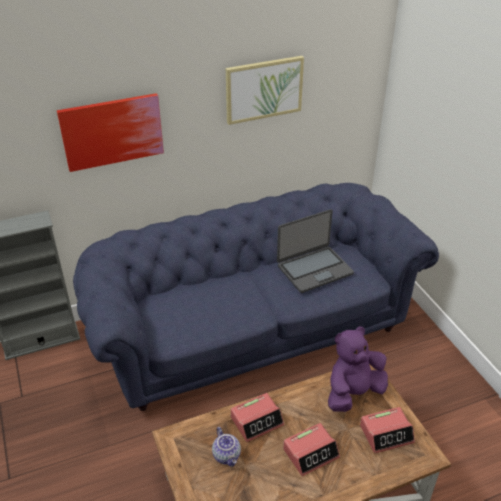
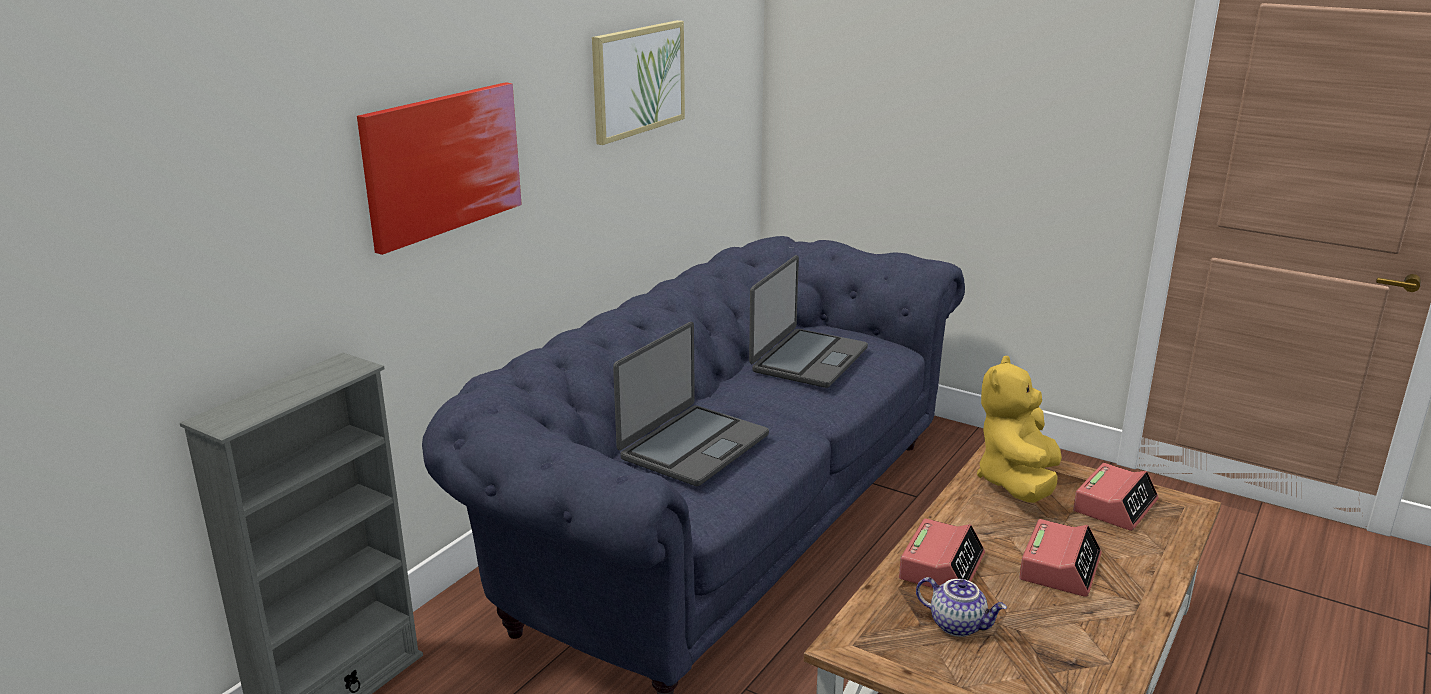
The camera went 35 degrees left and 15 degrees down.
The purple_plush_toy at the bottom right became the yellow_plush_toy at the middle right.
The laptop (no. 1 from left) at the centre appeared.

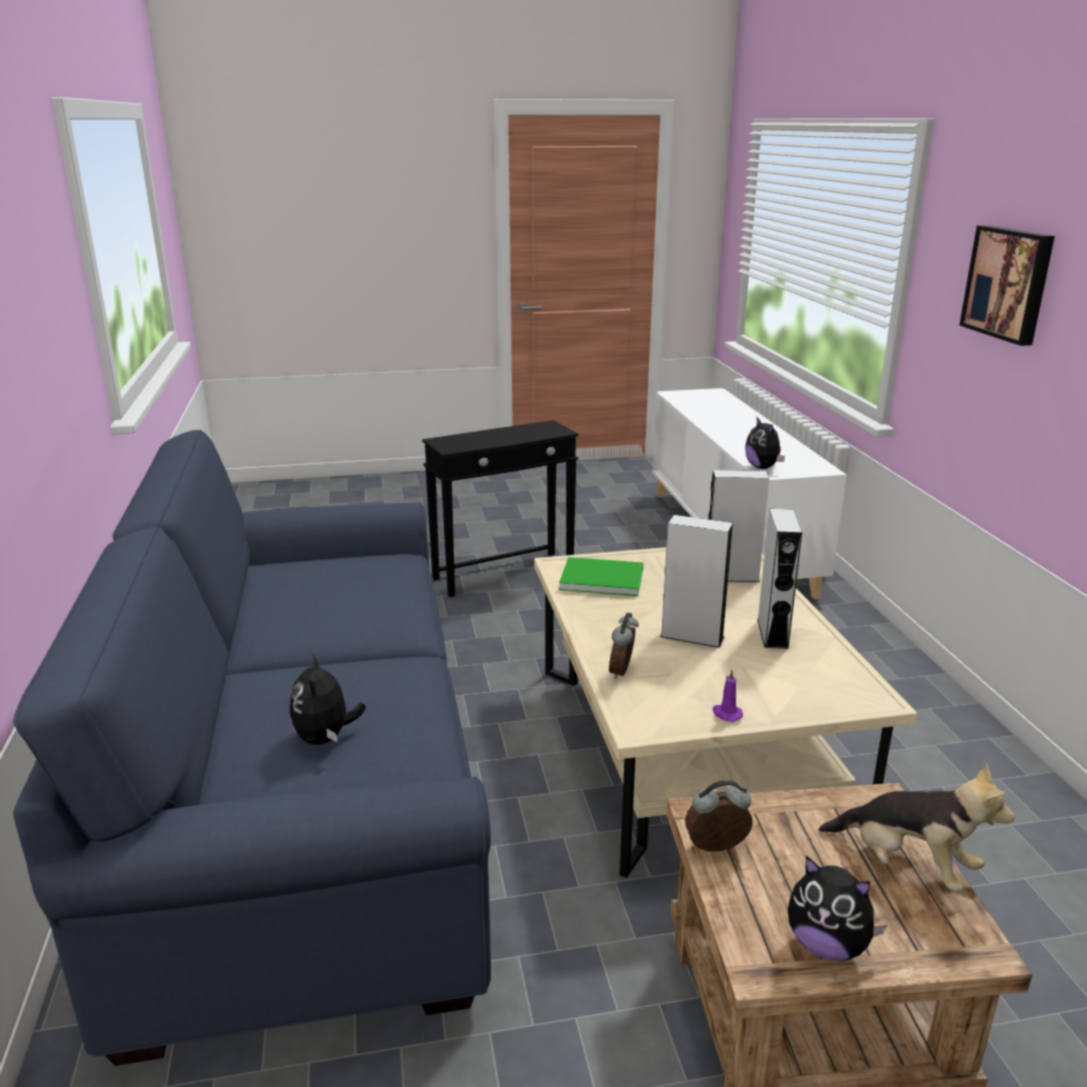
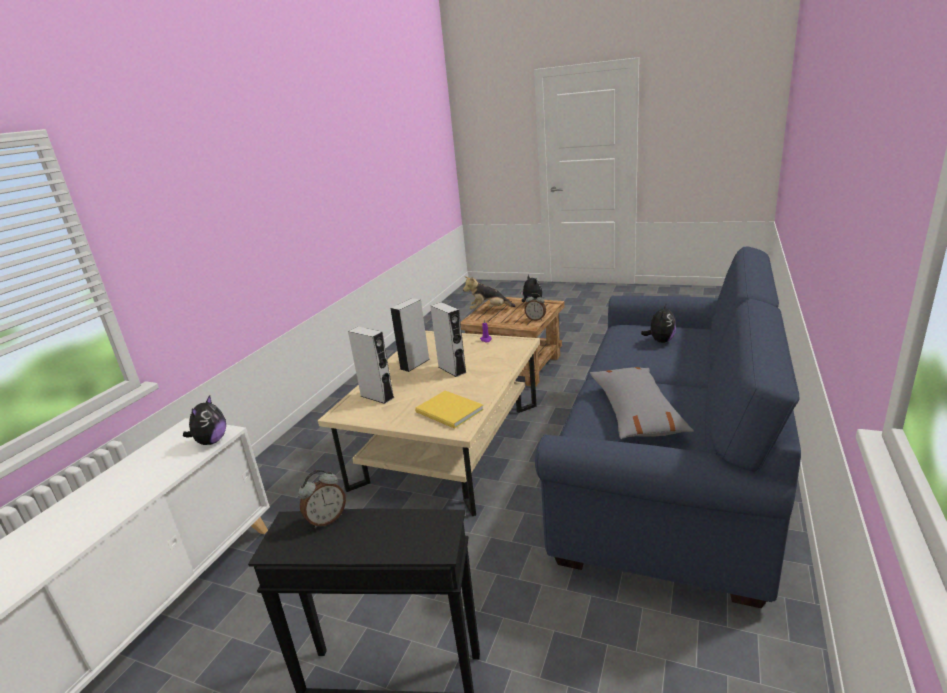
The camera went 145 degrees left and 0 degrees up.
The picture at the top right disappeared.
The green_book at the centre became the yellow_book at the centre.
The alarm_clock (no. 1 from left) moved from the centre to the bottom centre.
The plush_toy (no. 4 from left in the first image) at the bottom right turned 75 degrees counterclockwise.
The grey_pillow at the middle right appeared.

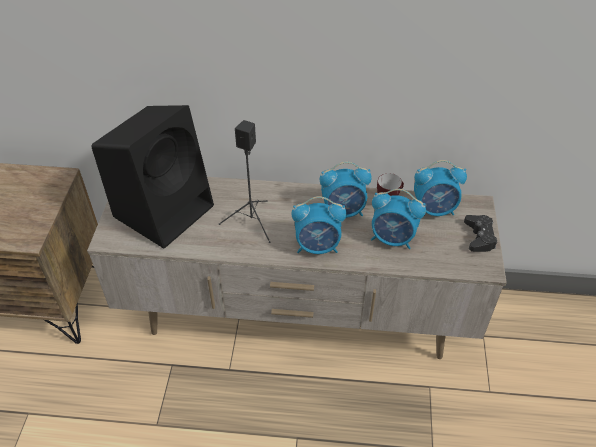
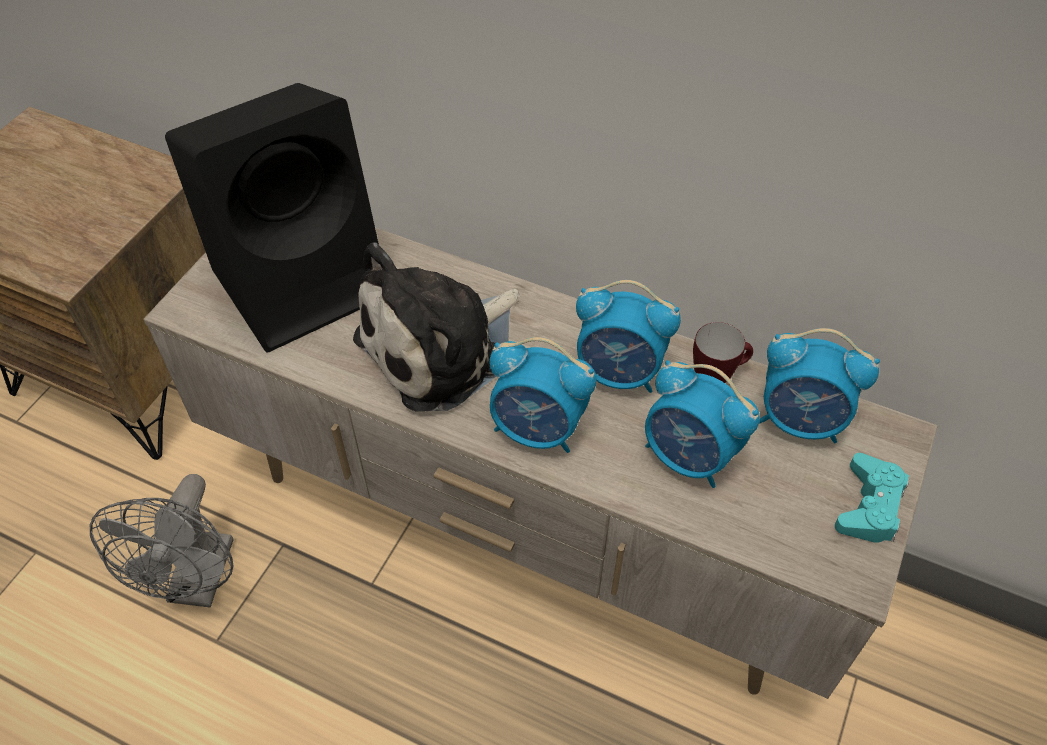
The camera went 20 degrees right and 5 degrees up.
The black_speaker (no. 2 from left) at the centre was replaced by the plush_toy at the centre.
The black_game_controller at the middle right became the turquoise_game_controller at the bottom right.
The grey_fan at the bottom left appeared.

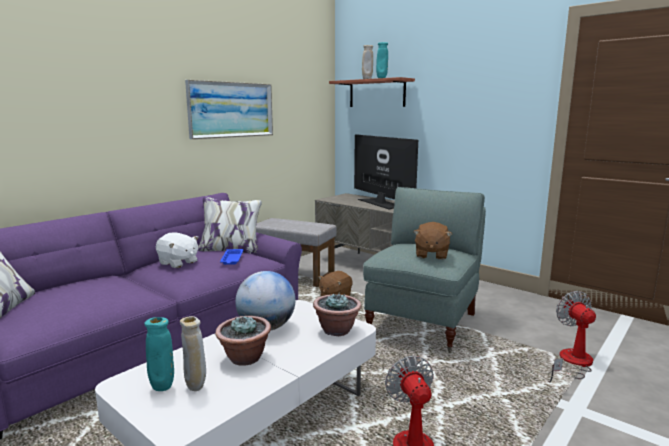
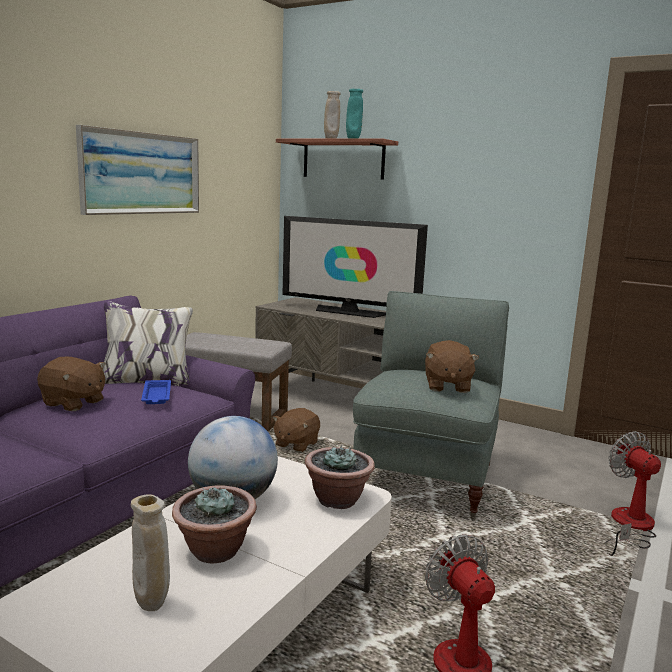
The camera went 10 degrees left and 0 degrees up.
The television at the centre turned 150 degrees clockwise.
The white_plush_toy at the middle left became the brown_plush_toy (no. 1 from left) at the middle left.
The turquoise_vase (no. 1 from left) at the bottom left disappeared.

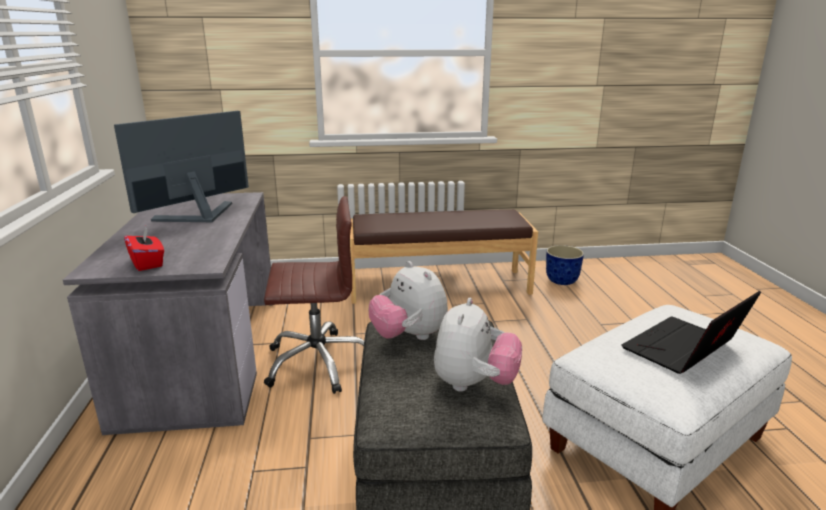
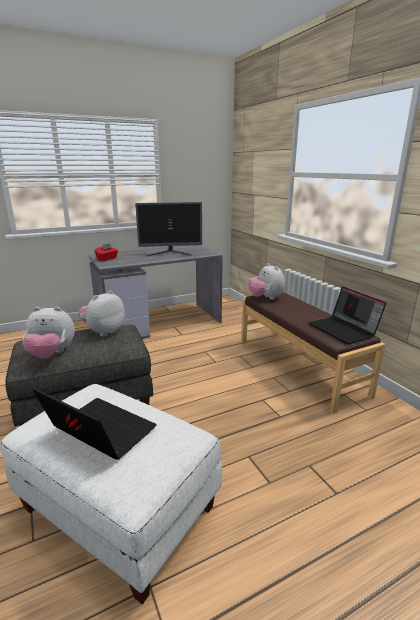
The camera went 70 degrees right and 0 degrees up.
The monitor at the top left turned 150 degrees clockwise.
The brown_office_chair at the centre disappeared.
The planter at the middle right disappeared.
The plush_toy (no. 3 from left) at the centre appeared.
The laptop (no. 2 from left) at the middle right appeared.

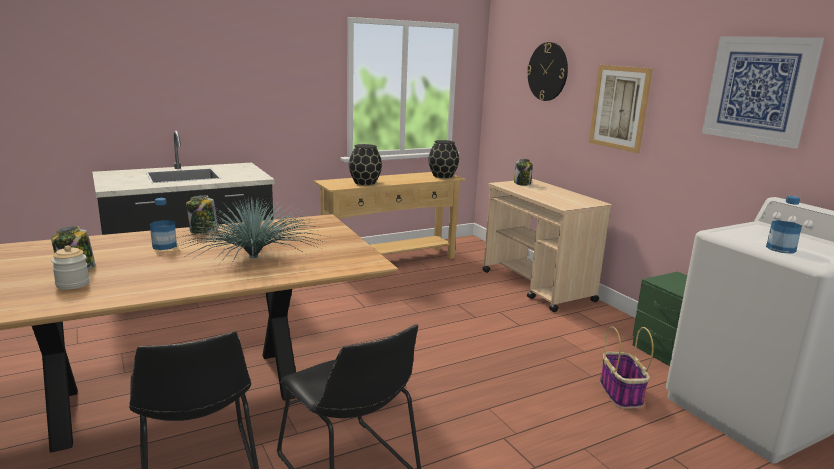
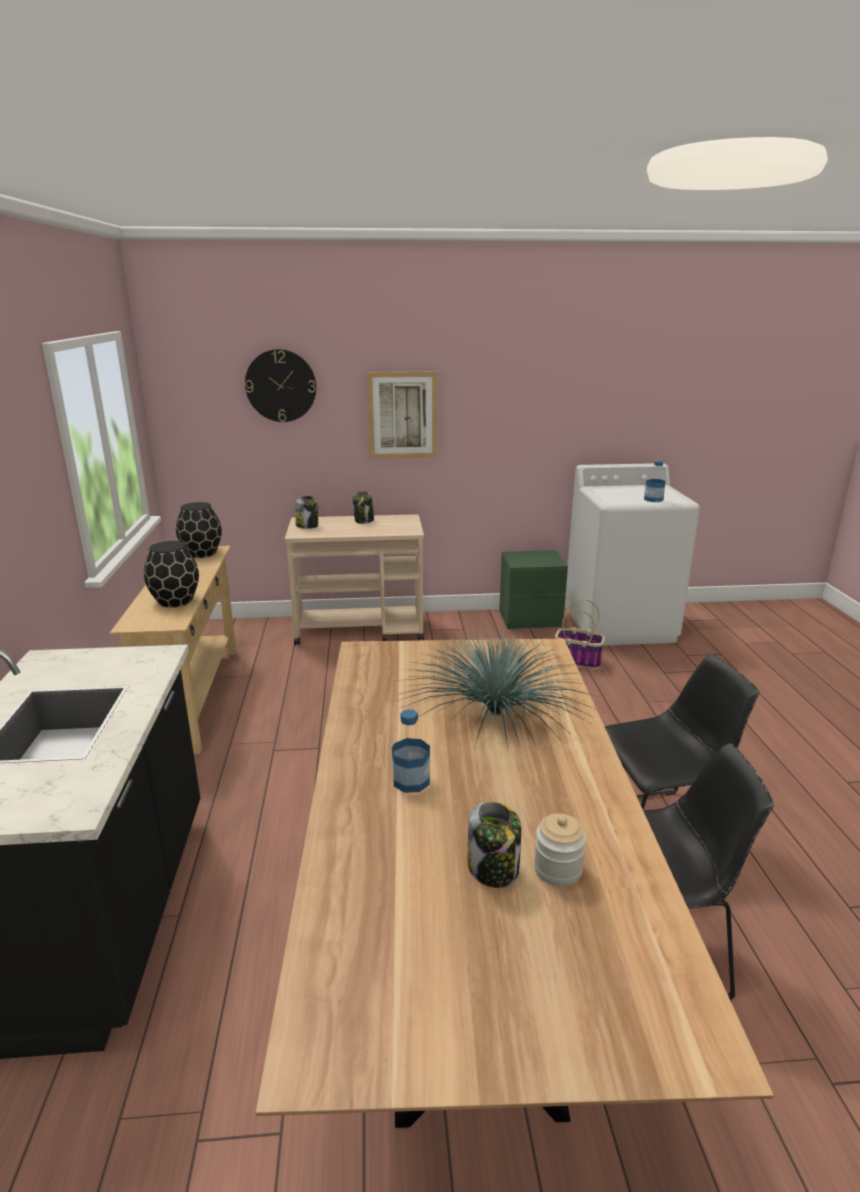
The camera went 65 degrees left and 5 degrees up.
The picture (no. 2 from left) at the top right disappeared.
The jar (no. 3 from left in the first image) moved from the middle left to the centre.

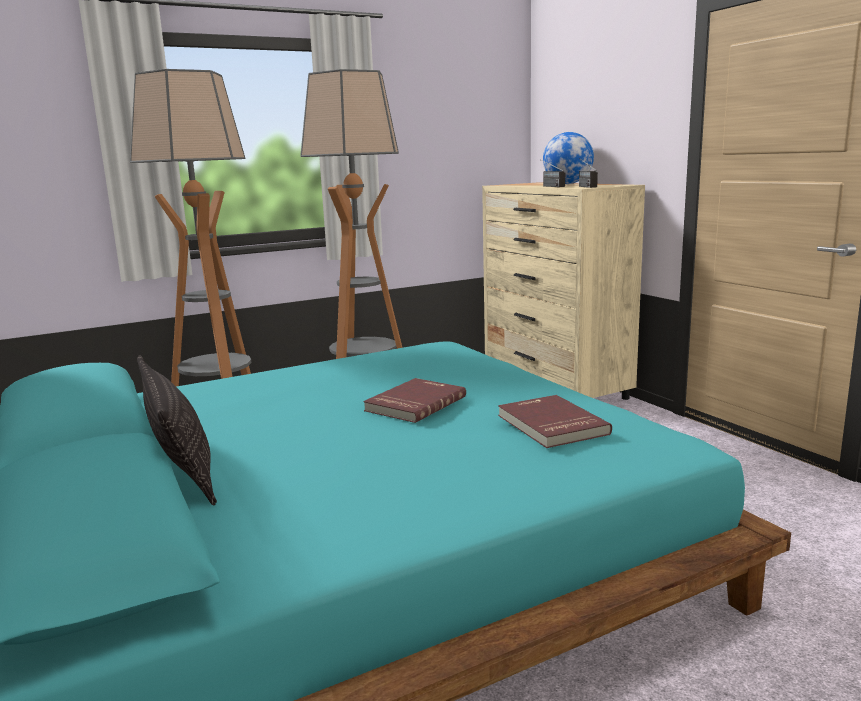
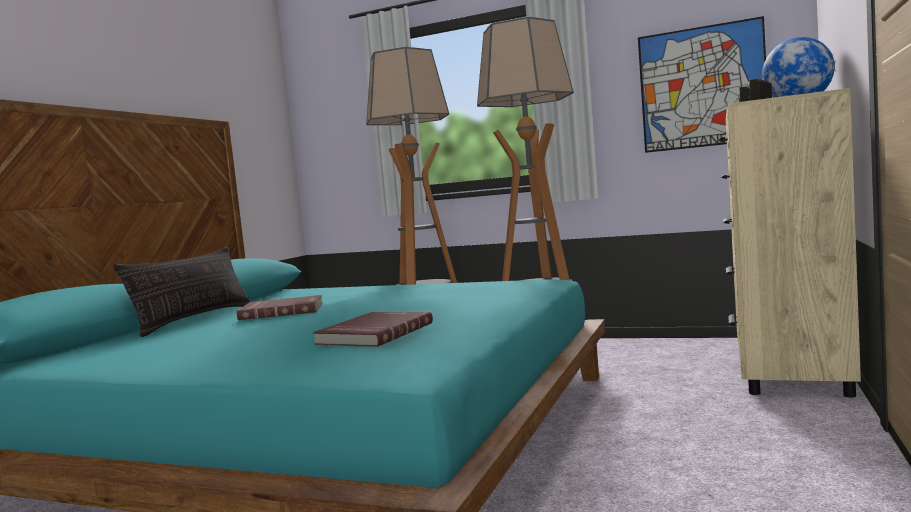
The camera went 50 degrees right and 10 degrees down.
The red_book (no. 1 from left) moved from the centre to the middle left.
The picture at the top right appeared.

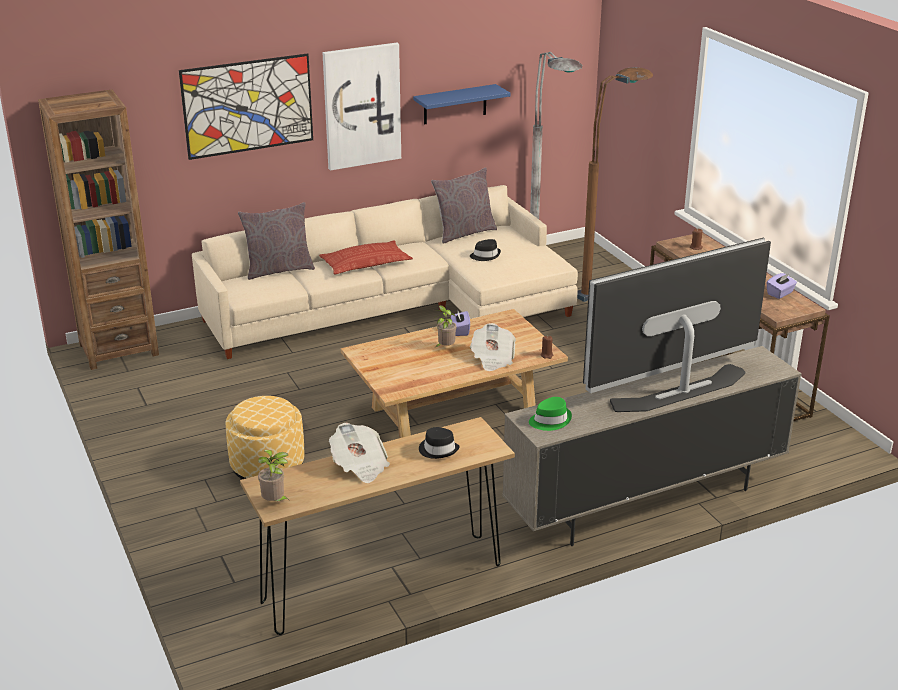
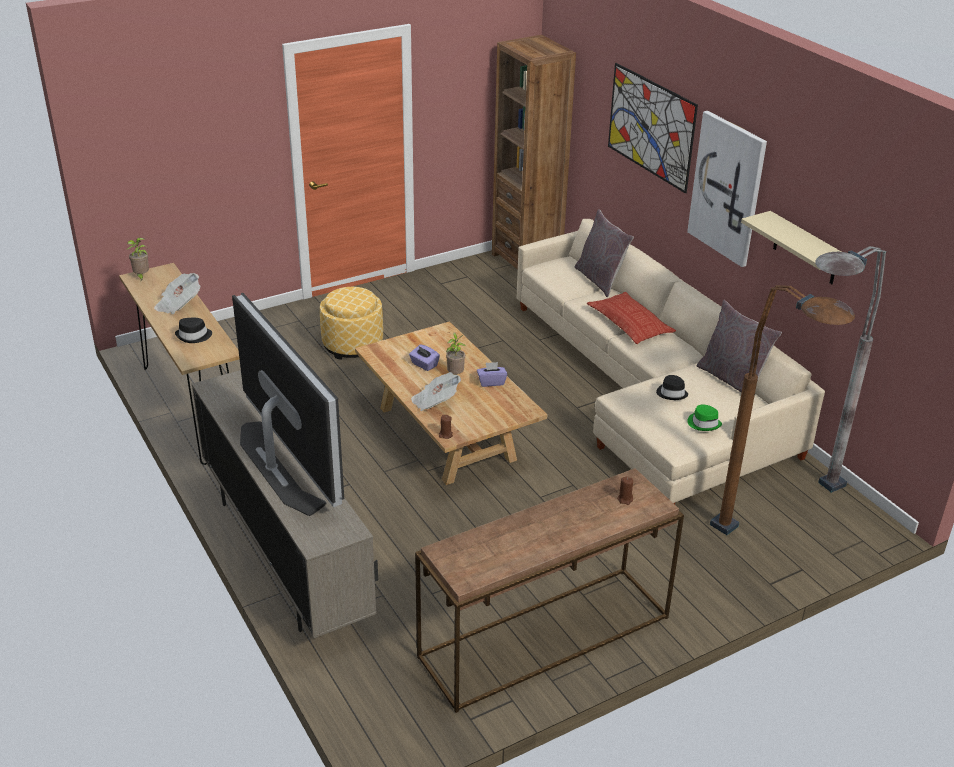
The camera went 85 degrees right and 5 degrees up.
The blue_shelf at the top centre became the beige_shelf at the top right.
The purple_tissue_box (no. 2 from left in the first image) moved from the middle right to the centre.
The green_hat moved from the centre to the middle right.

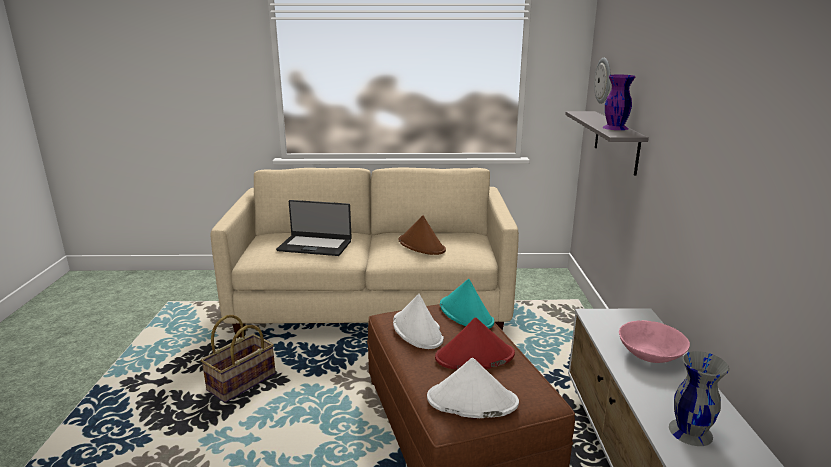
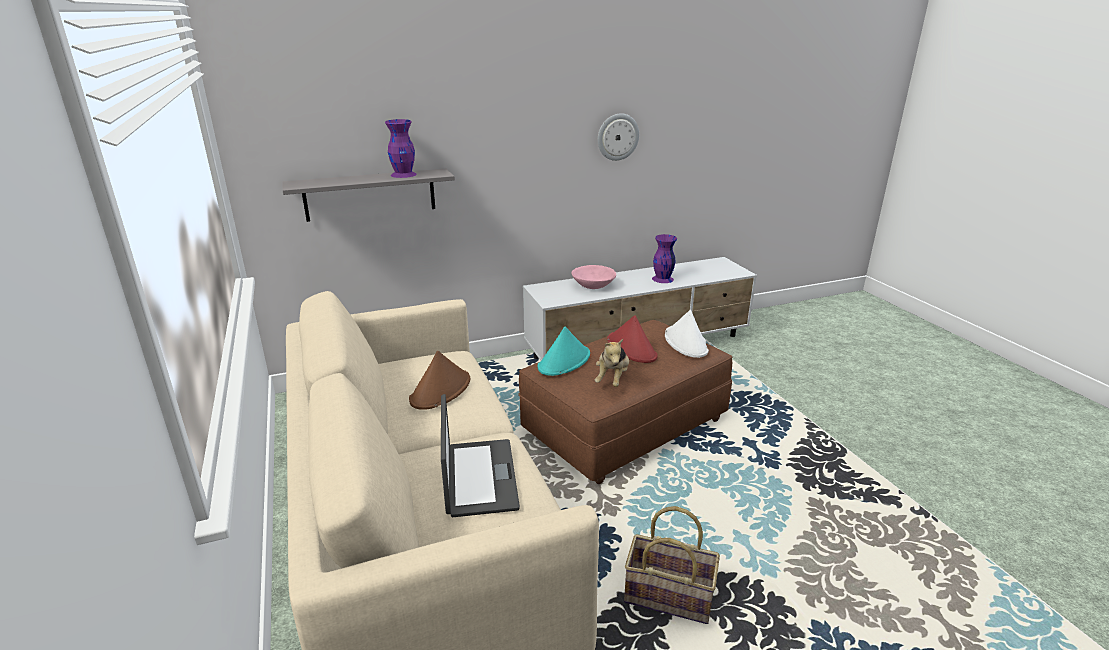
The camera went 110 degrees left and 5 degrees up.
The wall_clock moved from the top right to the top centre.
The white_hat (no. 1 from left) at the bottom centre was replaced by the plush_toy at the centre.
The grey_vase at the bottom right became the purple_vase (no. 2 from left) at the centre.

